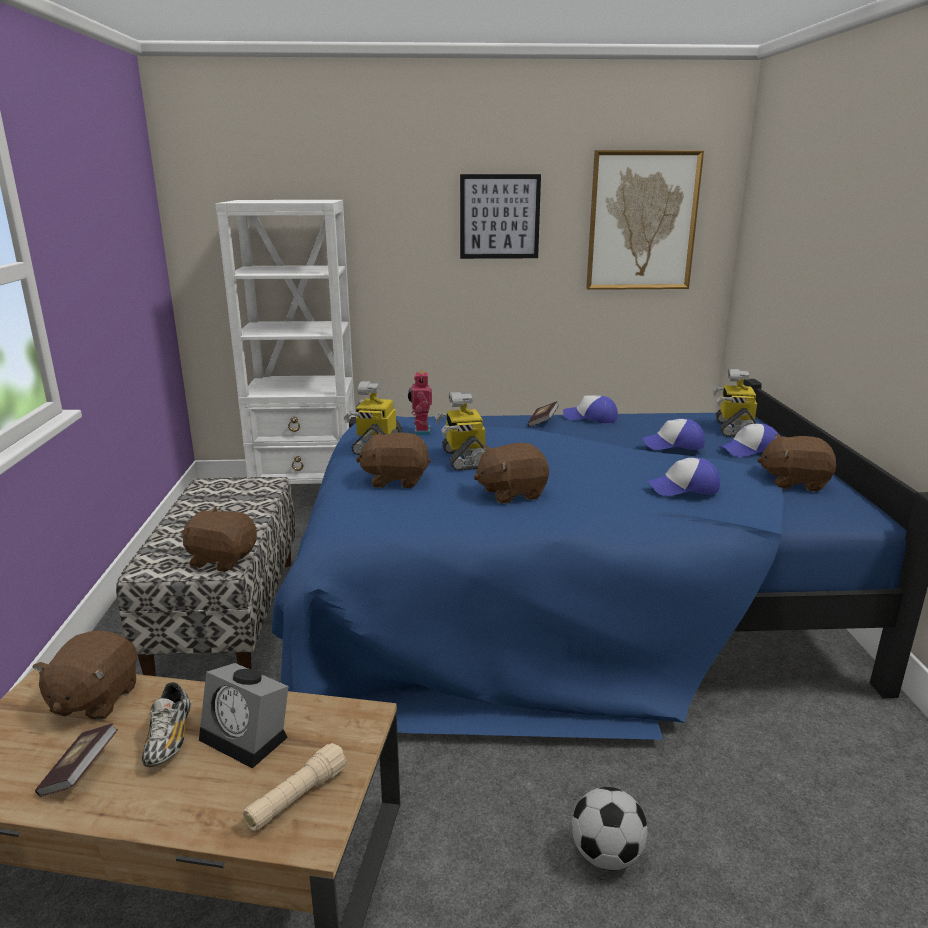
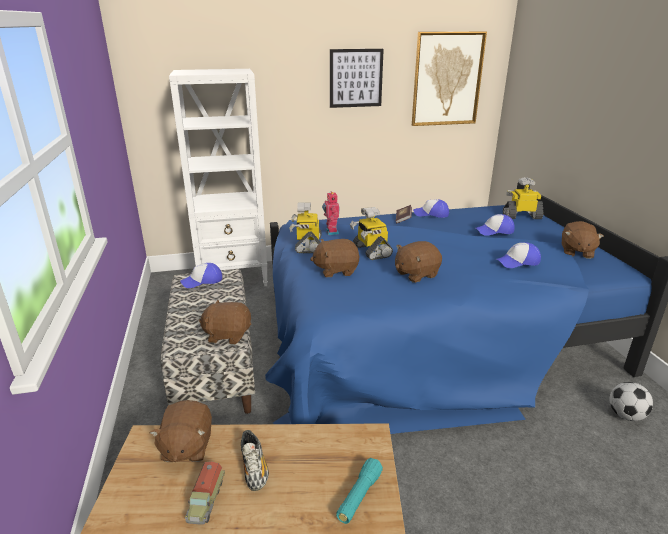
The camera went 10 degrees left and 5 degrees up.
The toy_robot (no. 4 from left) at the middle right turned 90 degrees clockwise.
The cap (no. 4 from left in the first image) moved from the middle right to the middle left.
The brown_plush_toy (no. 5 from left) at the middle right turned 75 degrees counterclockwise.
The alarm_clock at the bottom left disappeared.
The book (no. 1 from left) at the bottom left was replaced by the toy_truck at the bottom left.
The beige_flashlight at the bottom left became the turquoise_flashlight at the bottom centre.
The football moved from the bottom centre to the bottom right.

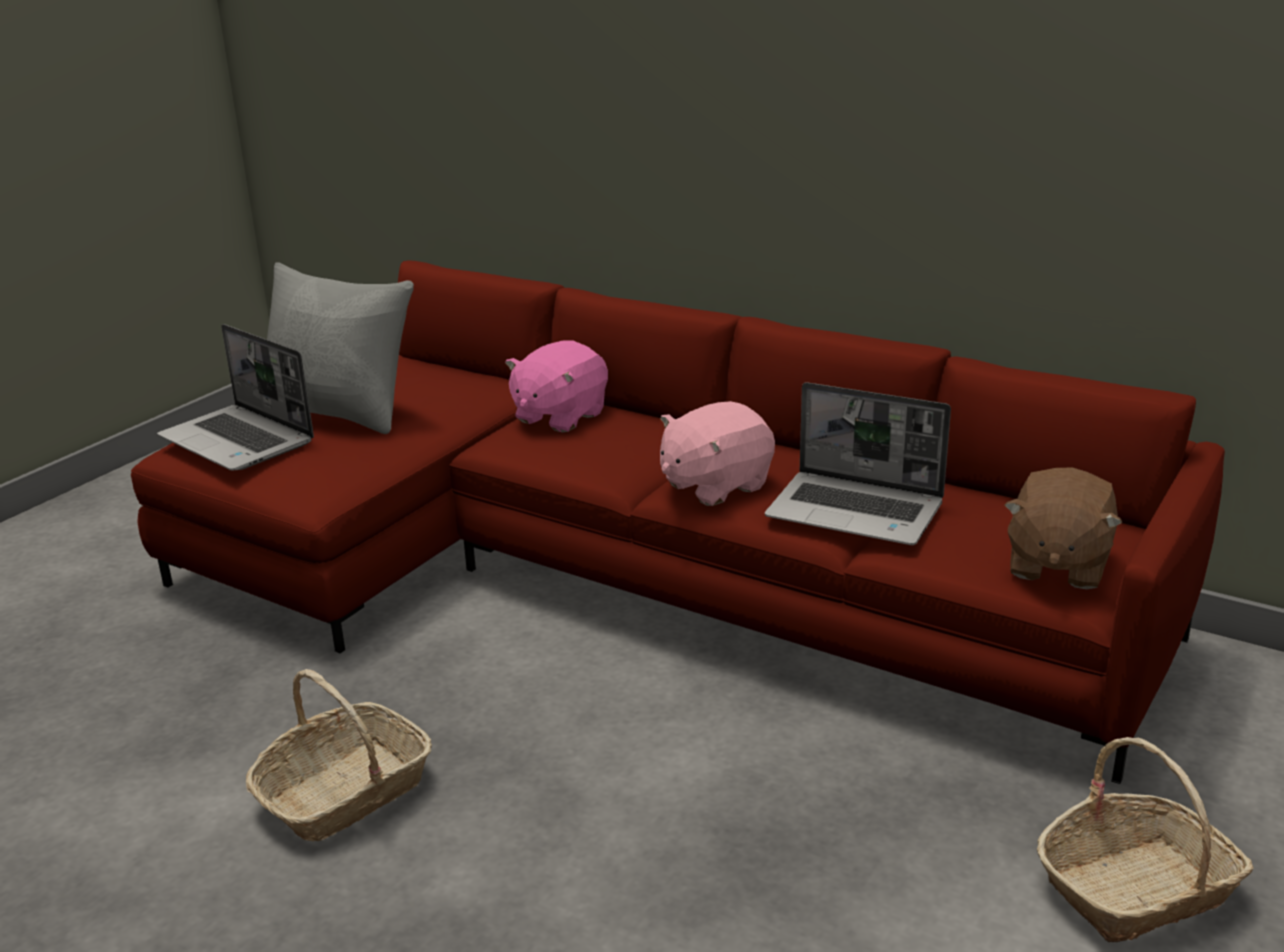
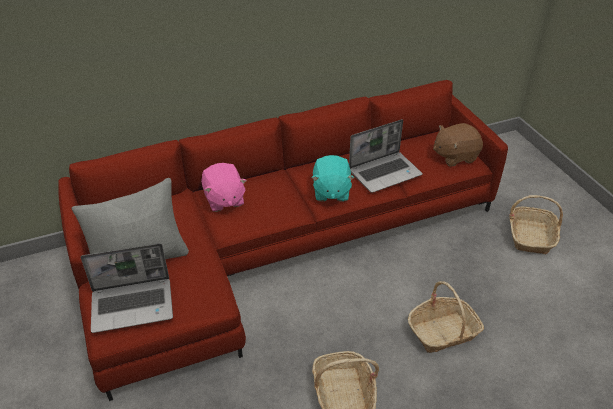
The camera went 55 degrees left and 15 degrees up.
The pink_plush_toy (no. 2 from left) at the centre became the turquoise_plush_toy at the centre.
The brown_plush_toy at the middle right turned 105 degrees clockwise.
The basket (no. 2 from left) at the bottom right appeared.

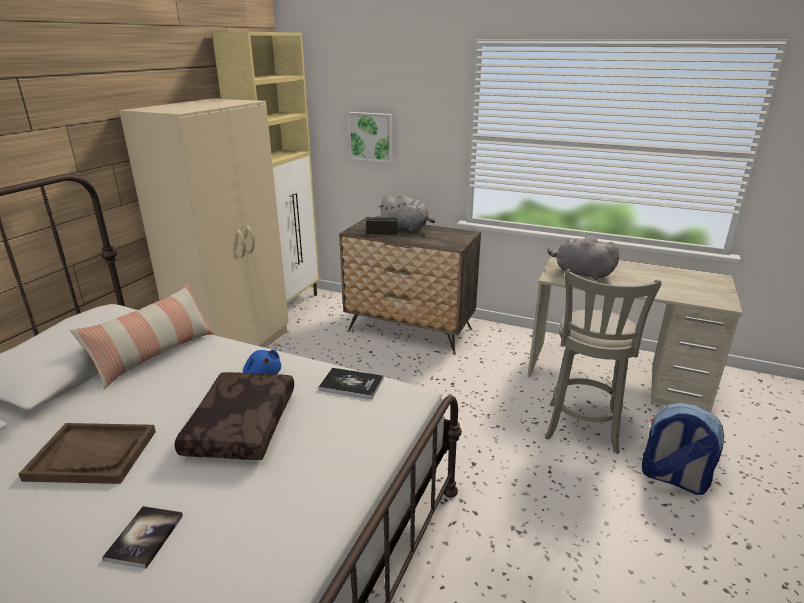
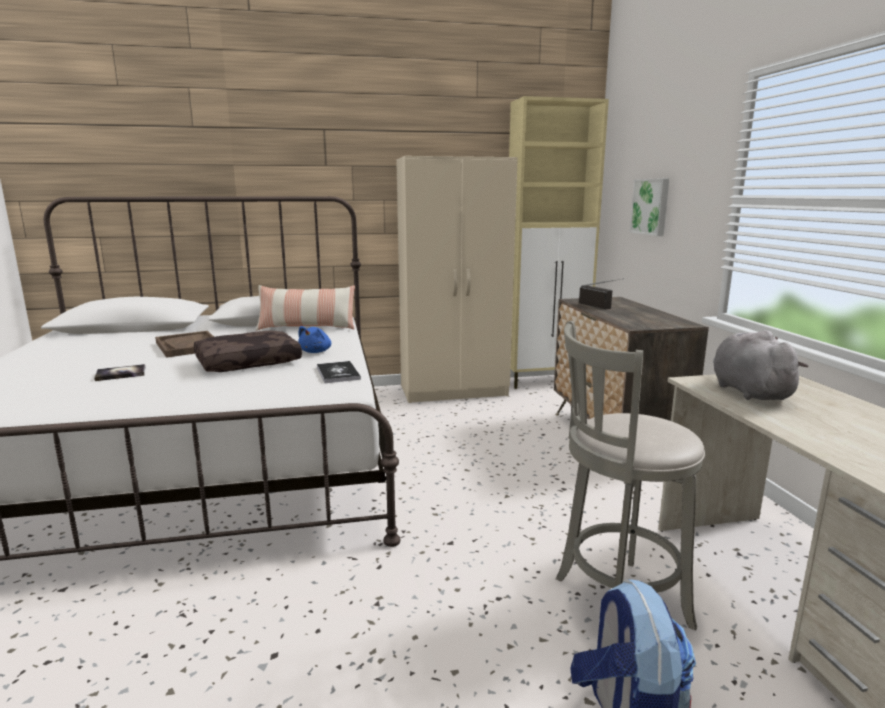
The camera went 55 degrees right and 10 degrees down.
The grey_plush_toy (no. 1 from left) at the centre disappeared.

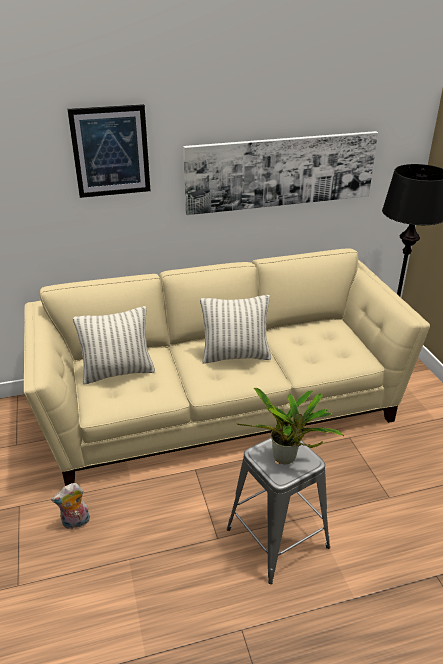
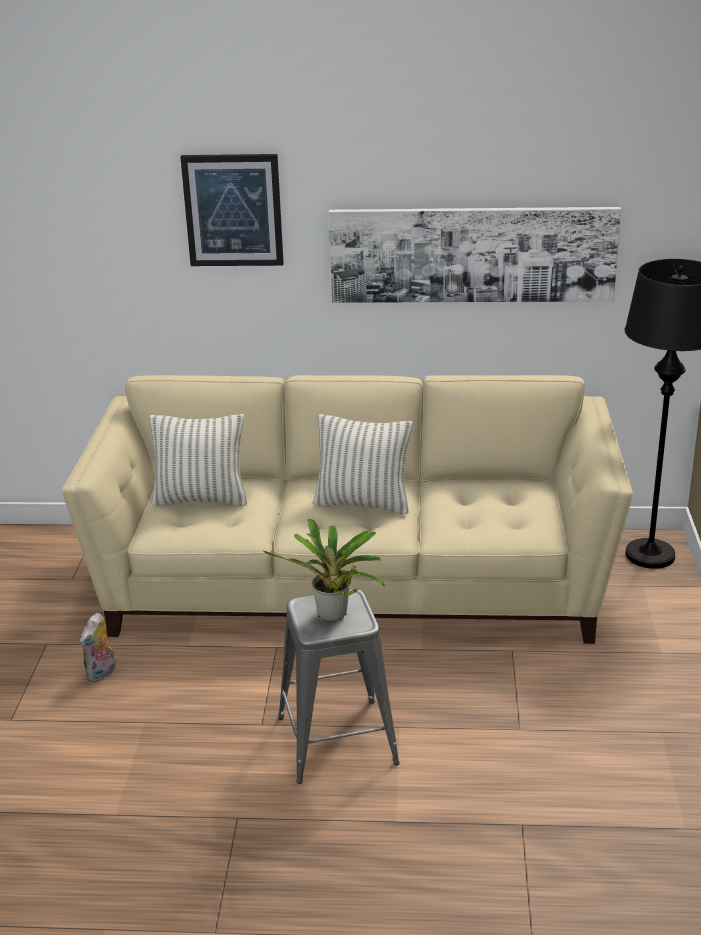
The camera went 20 degrees right and 5 degrees down.
The plush_toy at the bottom left turned 60 degrees counterclockwise.

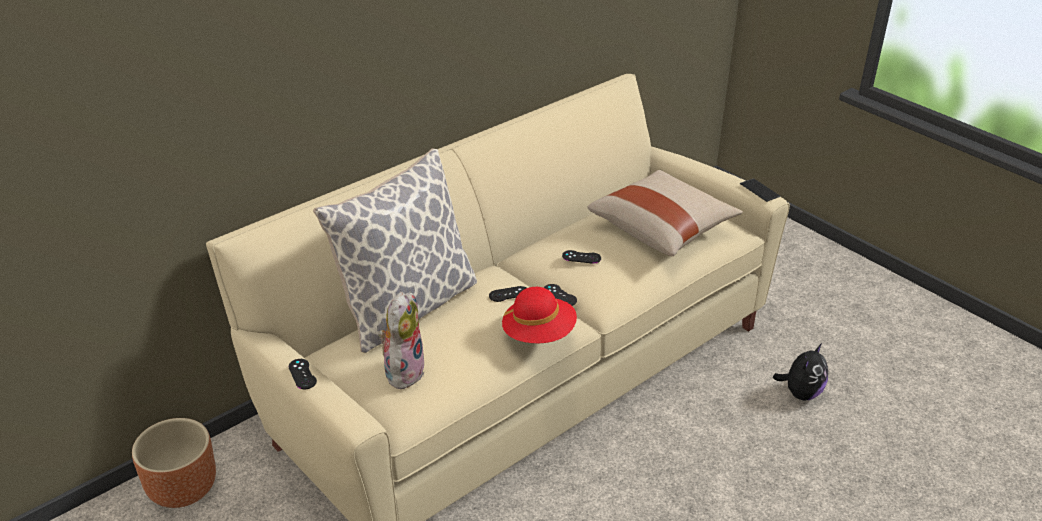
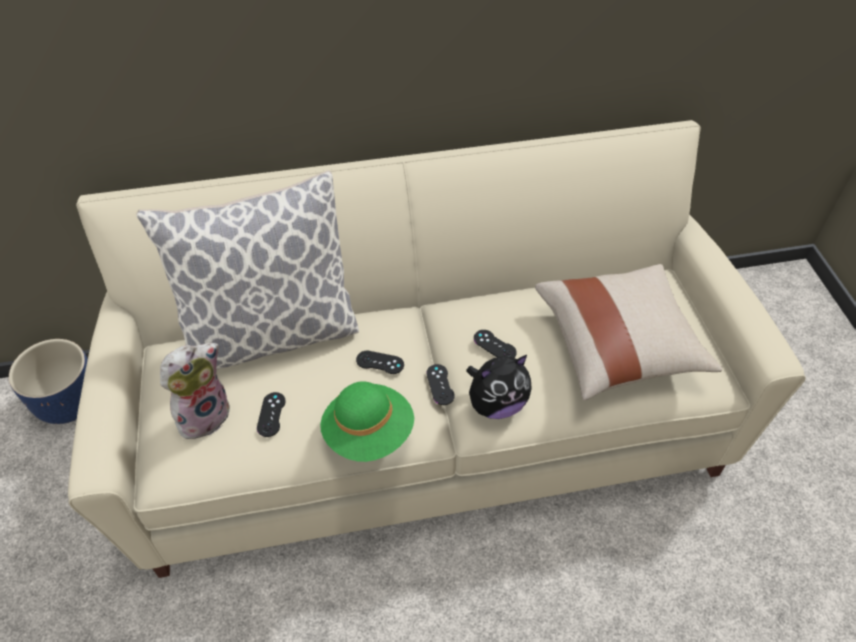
The camera went 30 degrees right and 15 degrees up.
The phone at the middle right disappeared.
The red_hat at the centre became the green_hat at the centre.
The plush_toy (no. 2 from left) moved from the bottom right to the centre.
The black_game_controller (no. 1 from left) moved from the bottom left to the middle left.
The brown_planter at the bottom left became the blue_planter at the middle left.

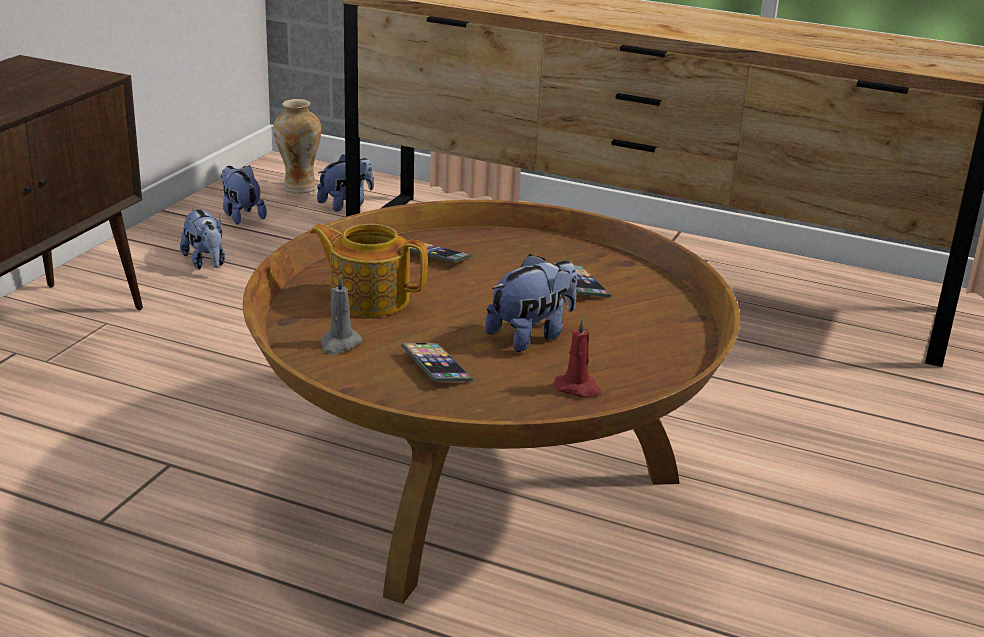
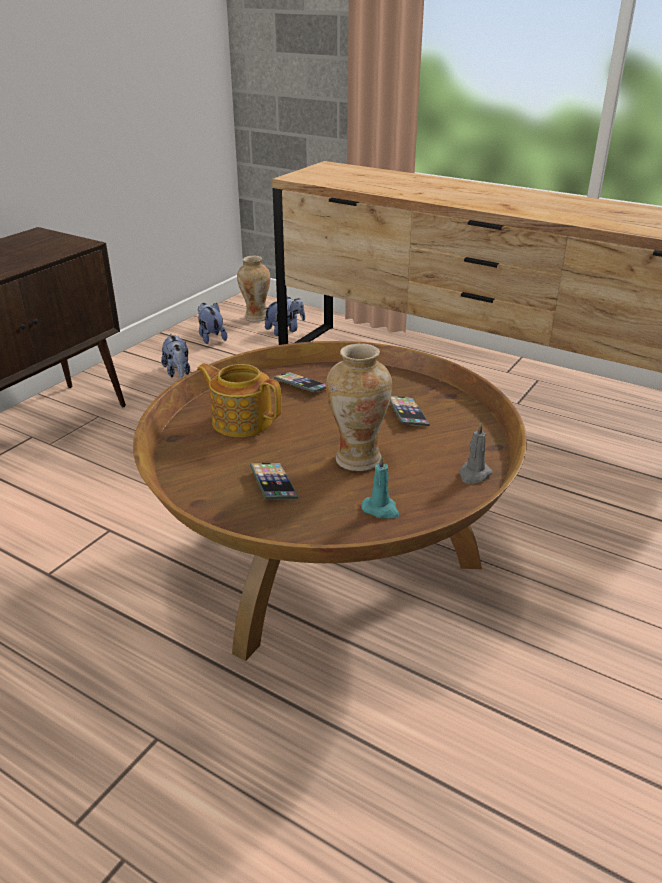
The camera went 10 degrees right and 5 degrees up.
The plush_toy (no. 4 from left) at the centre was replaced by the vase (no. 2 from left) at the centre.
The grey_candle moved from the centre to the middle right.
The red_candle at the centre became the turquoise_candle at the centre.

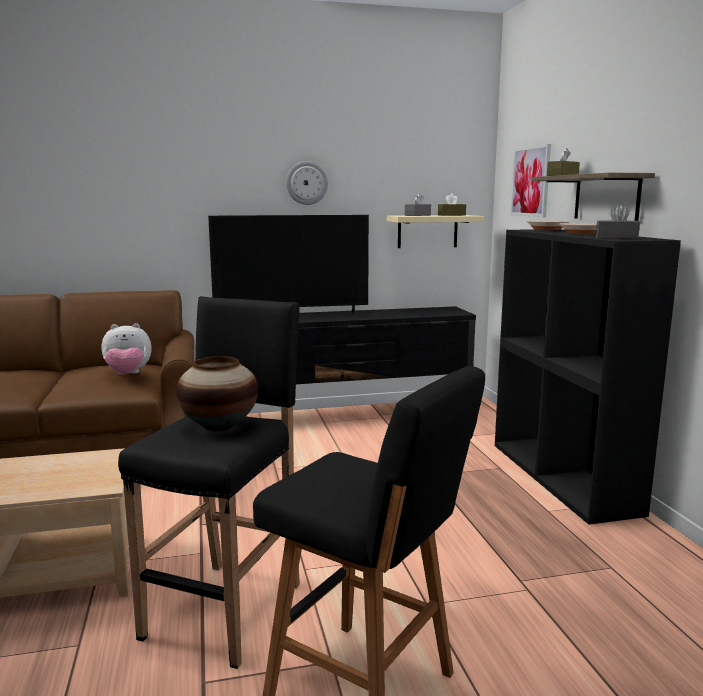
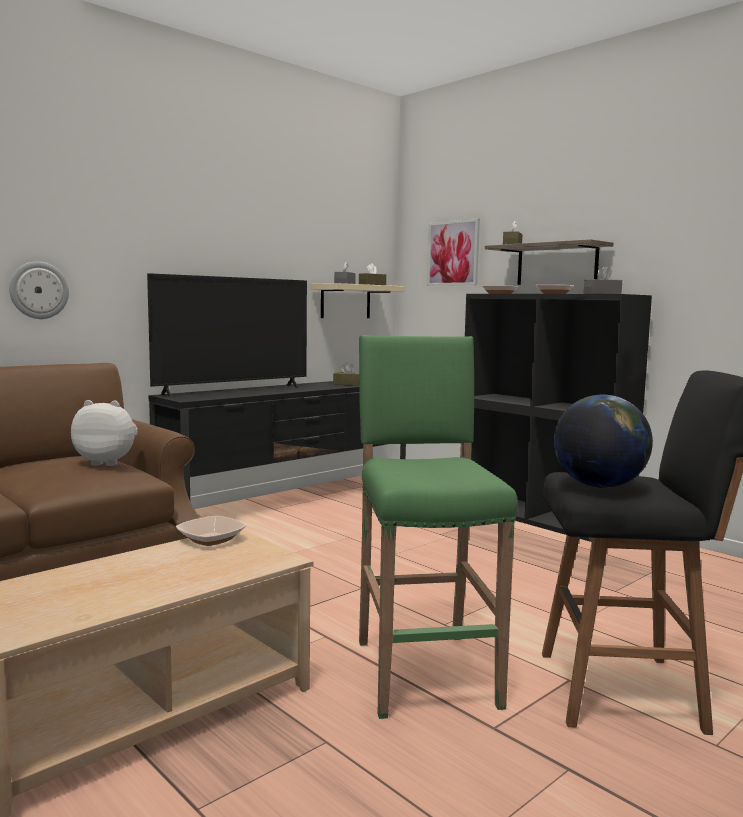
The camera went 30 degrees left and 5 degrees down.
The wall_clock moved from the top centre to the middle left.
The black_stool (no. 1 from left) at the bottom left became the green_stool at the centre.
The plush_toy at the middle left turned 135 degrees counterclockwise.
The vase at the middle left disappeared.
The brown_tissue_box (no. 1 from left) at the centre appeared.
The globe at the middle right appeared.
The bowl (no. 1 from left) at the middle left appeared.

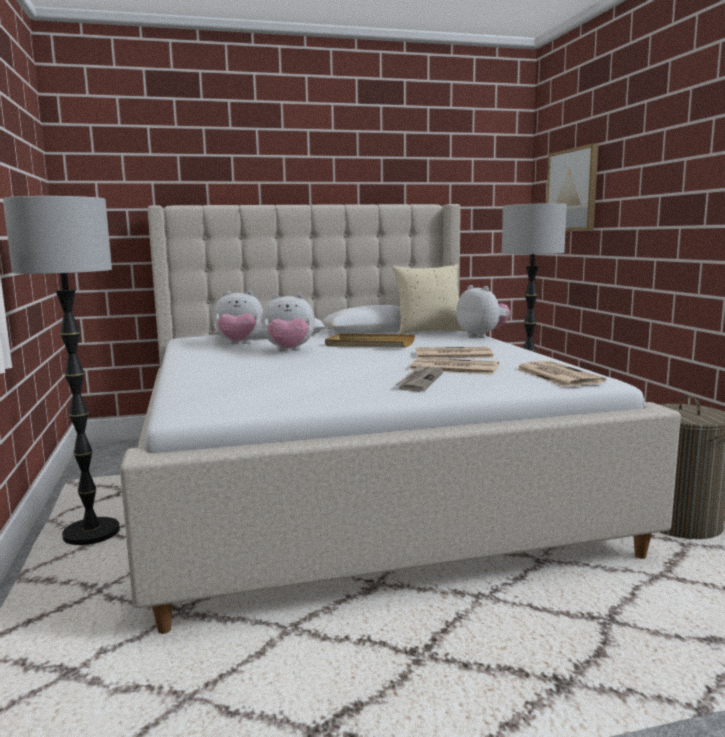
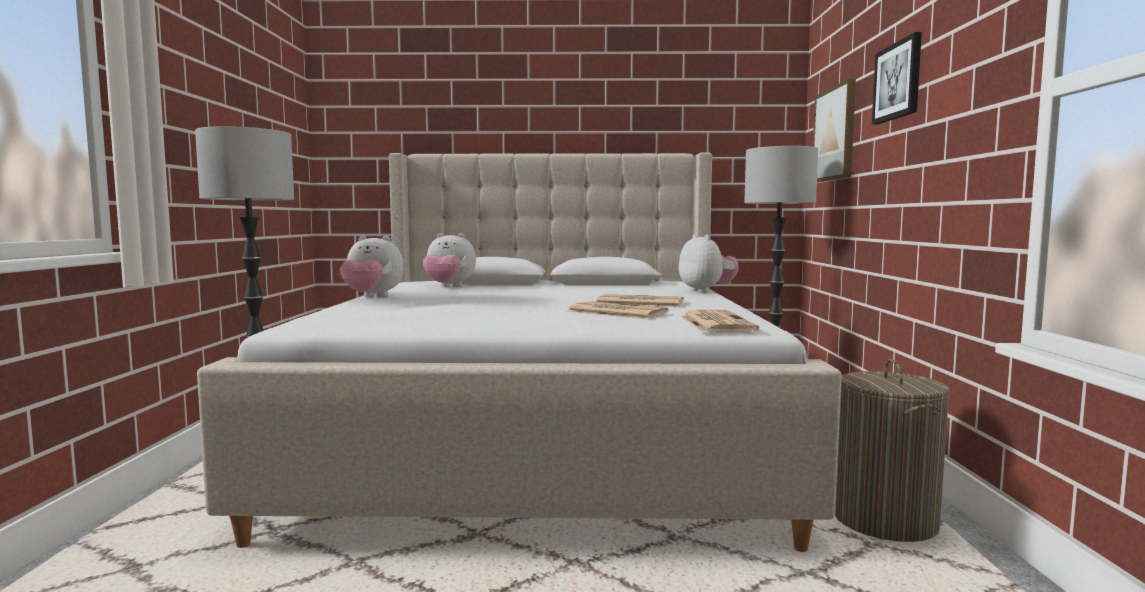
The camera went 15 degrees right and 5 degrees down.
The beige_pillow at the centre disappeared.
The plush_toy (no. 2 from left in the first image) moved from the centre to the middle left.
The beige_tray at the centre disappeared.
The newspaper (no. 1 from left) at the centre disappeared.
The picture (no. 2 from left) at the top right appeared.

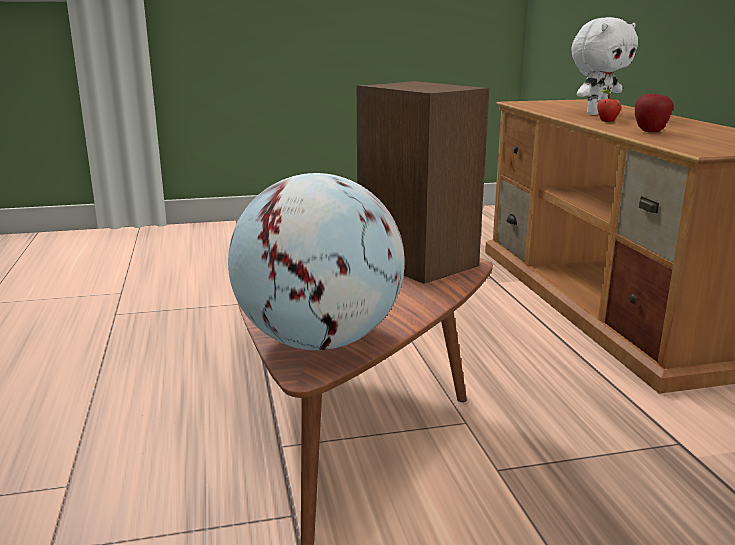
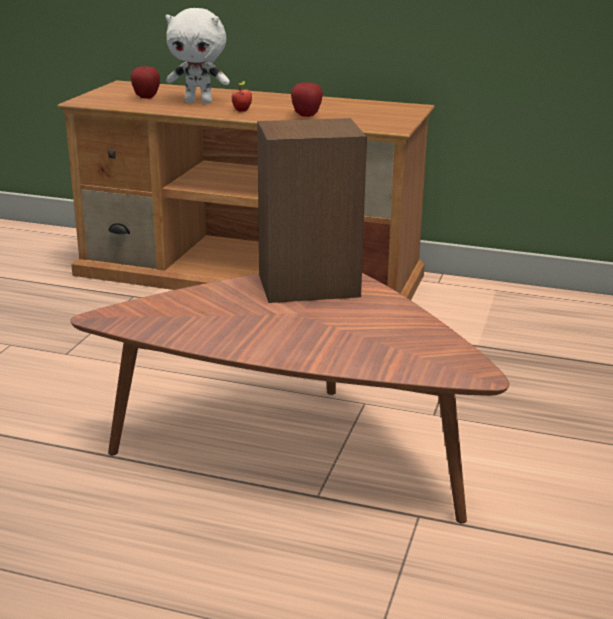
The camera went 60 degrees left and 5 degrees up.
The white_plush_toy at the top right turned 105 degrees clockwise.
The globe at the centre disappeared.
The apple (no. 1 from left) at the top left appeared.

